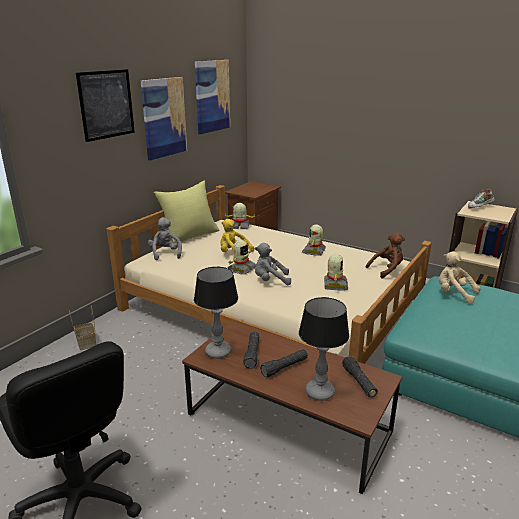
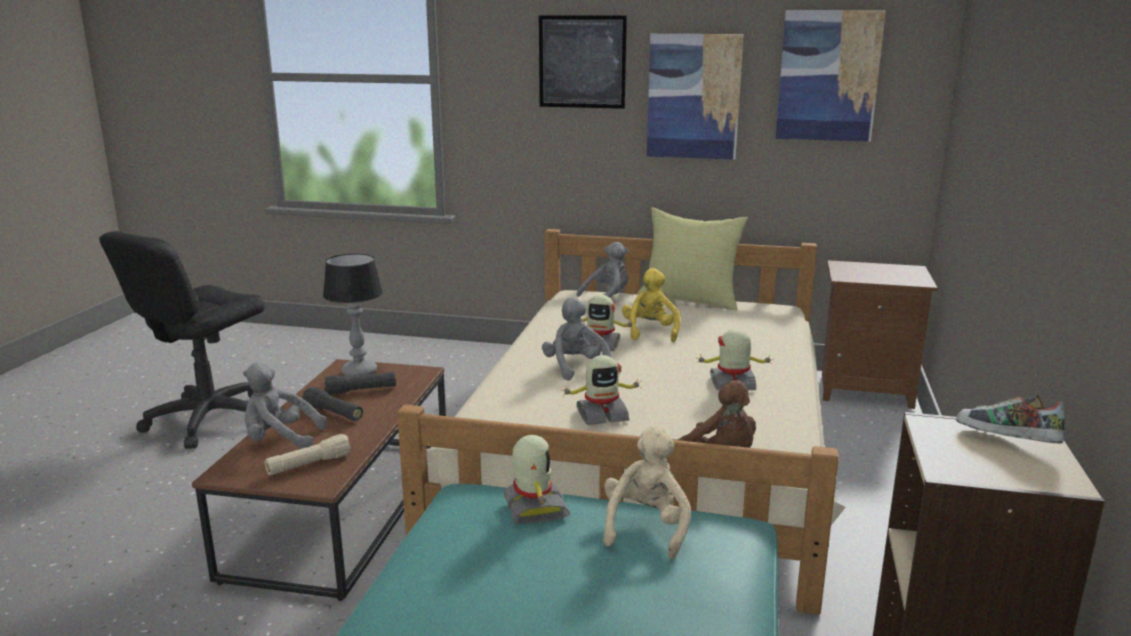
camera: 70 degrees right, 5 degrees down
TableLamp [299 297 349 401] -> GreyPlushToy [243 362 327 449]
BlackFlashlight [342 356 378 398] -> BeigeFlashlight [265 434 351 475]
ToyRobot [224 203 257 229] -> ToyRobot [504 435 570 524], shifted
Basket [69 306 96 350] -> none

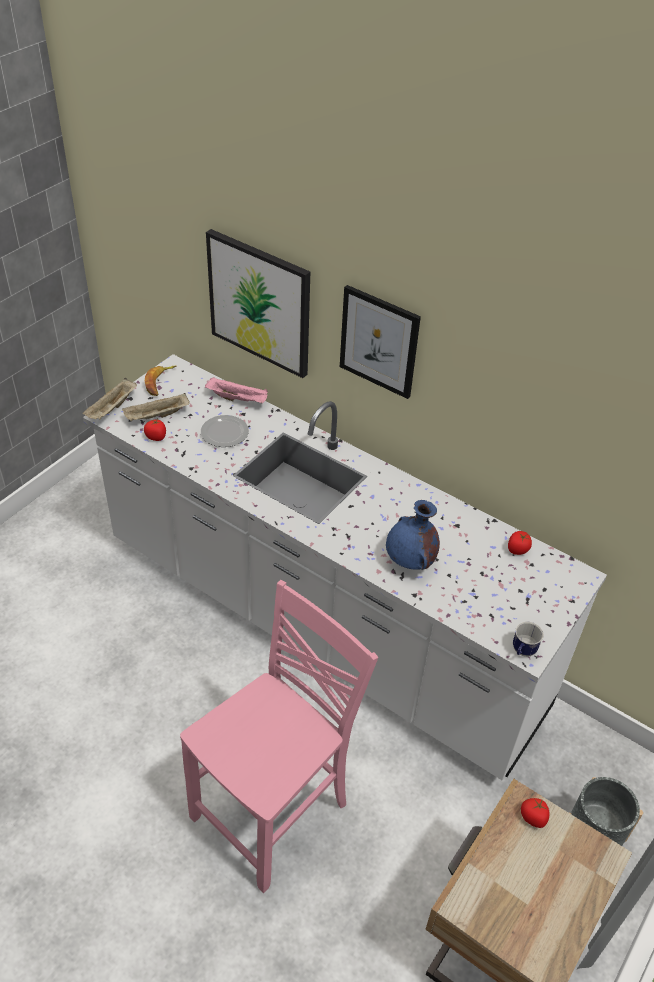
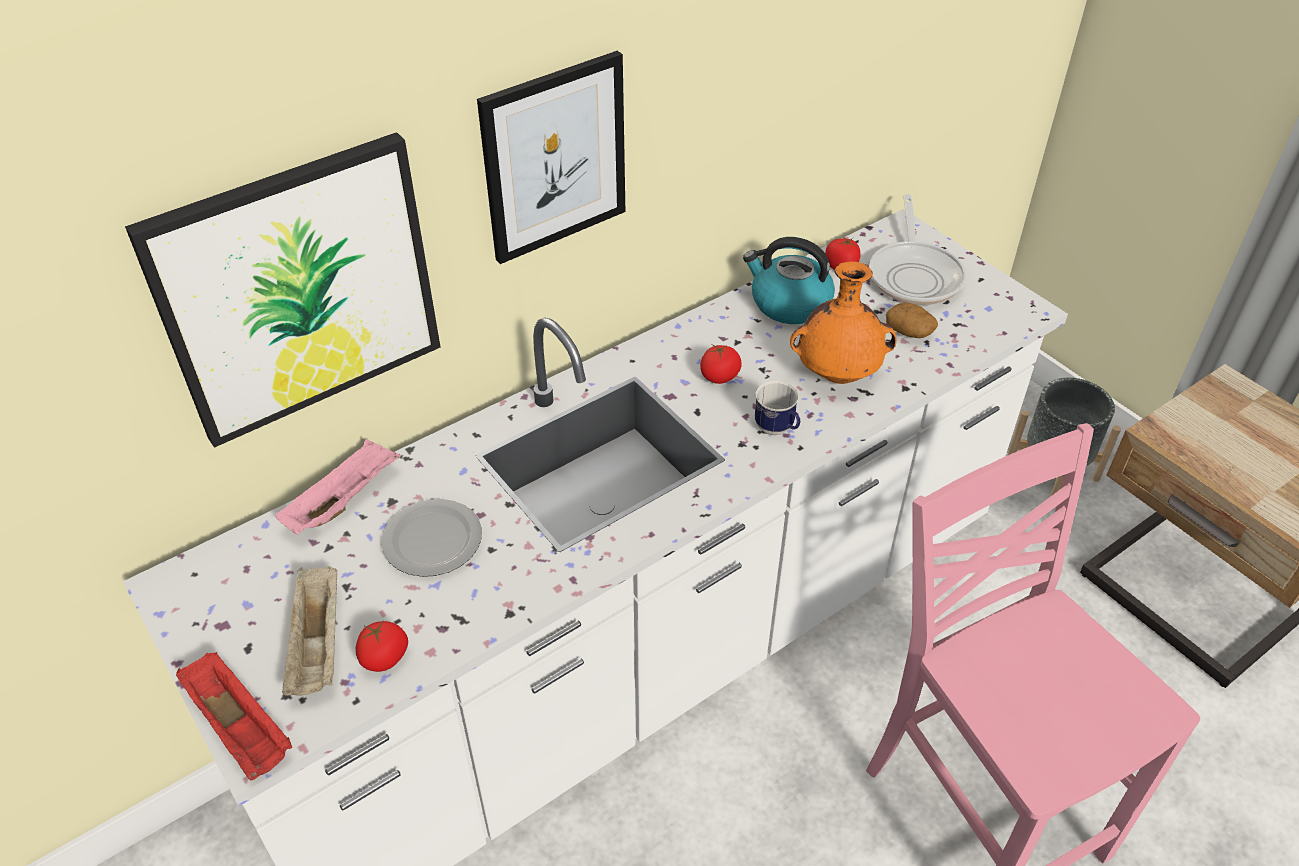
camera: 70 degrees left, 0 degrees up
BeigeTray [83 378 137 420] -> RedTray [176 652 292 780]
Tomato [521 798 550 828] -> Tomato [700 345 742 384], shifted
none -> Kettle [743 237 835 324]
Mug [513 622 544 657] -> Mug [755 380 800 435], shifted
BlueVase [386 500 440 570] -> OrangeVase [790 261 897 384]
none -> FryingPan [869 194 966 305]
none -> Potato [886 303 938 338]
Banana [145 366 176 396] -> none

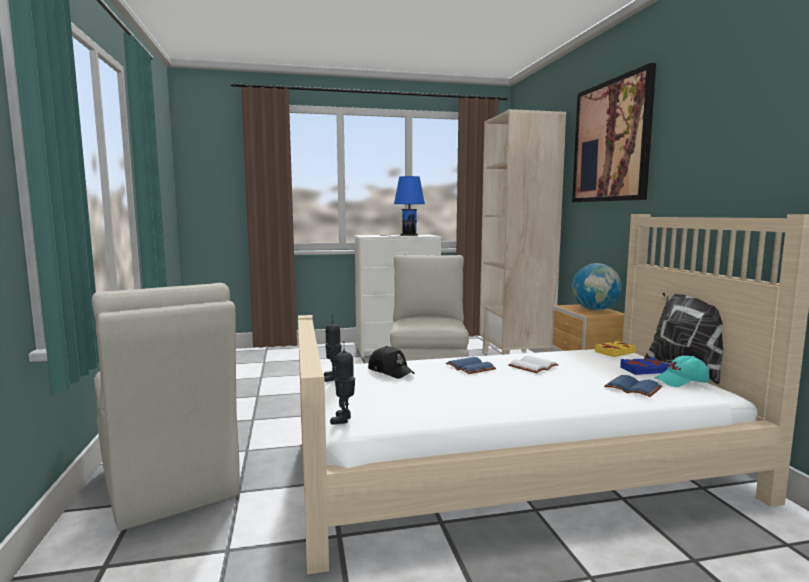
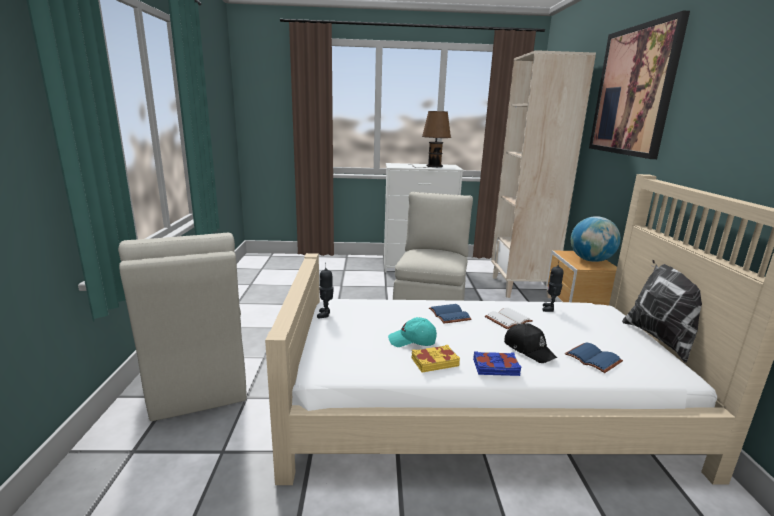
camera: 10 degrees right, 10 degrees up
TurquoiseCap [655 356 710 387] -> TurquoiseCap [388 317 437 347], shifted
YellowBook [595 341 636 357] -> YellowBook [412 345 460 372], shifted
BlueTableLamp [386 176 425 236] -> BrownTableLamp [416 111 451 168]
BlueBook [620 357 670 375] -> BlueBook [473 351 522 376], shifted
BlackCap [368 346 415 379] -> BlackCap [504 323 557 363], shifted
ToyRobot [330 341 355 425] -> ToyRobot [542 260 563 312], shifted

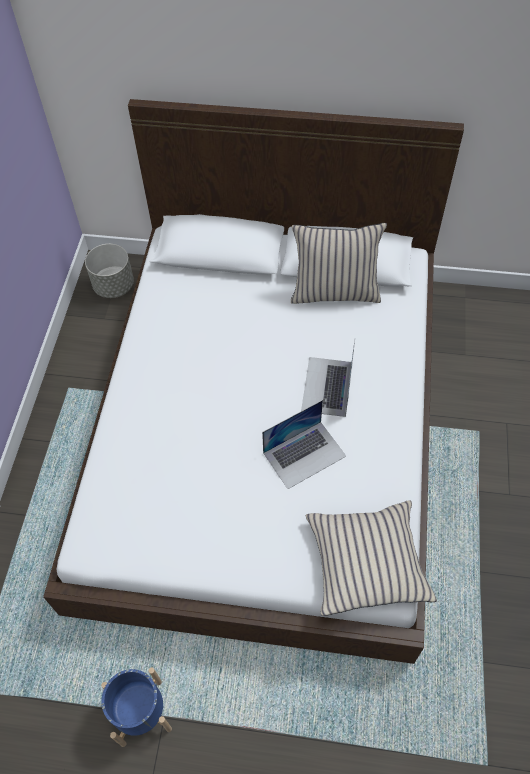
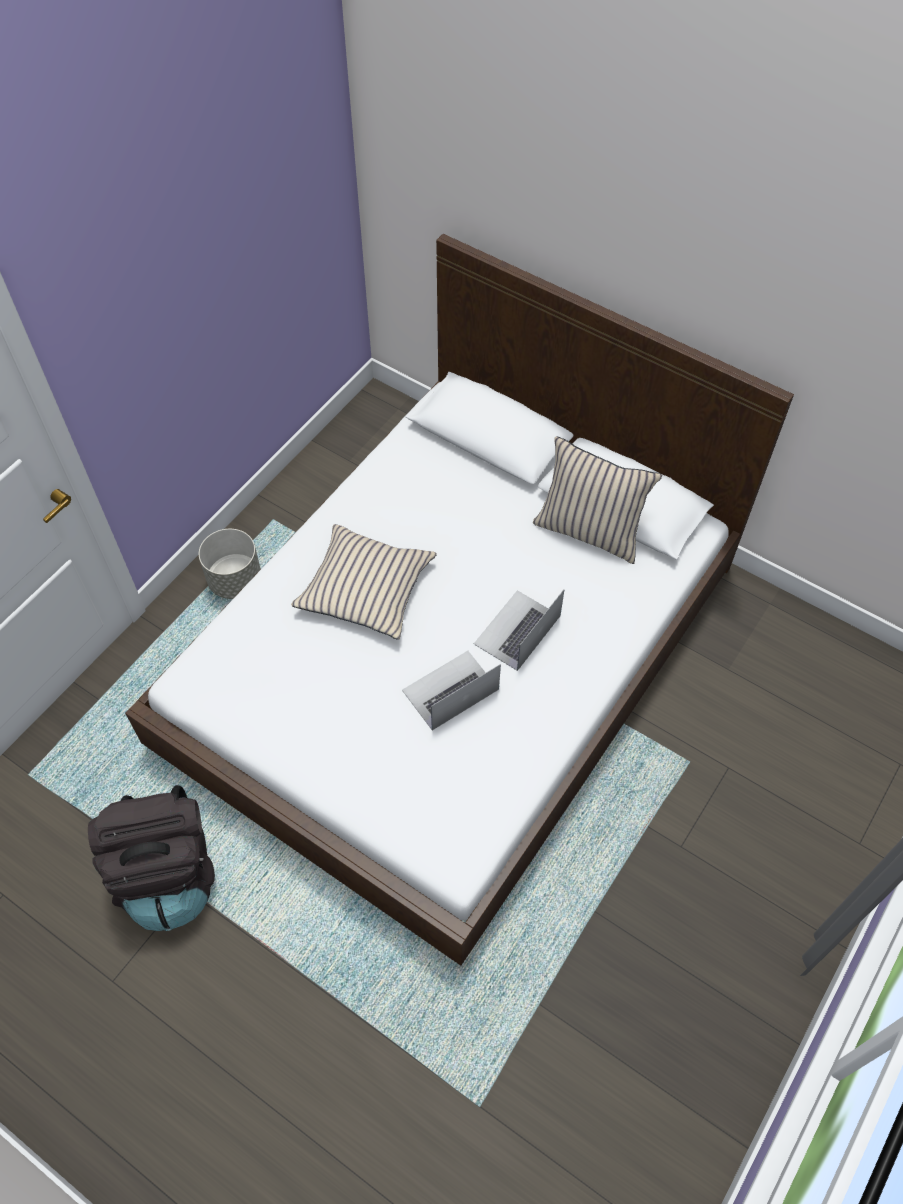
camera: 25 degrees right, 0 degrees up
BluePlanter [101 667 172 747] -> BlackBackpack [88 785 215 931]
GreyPlanter [85 244 134 298] -> GreyPlanter [199 529 261 599], shifted
BeigePillow [306 500 437 616] -> BeigePillow [291 524 437 640], shifted
Laptop [262 400 346 489] -> Laptop [402 651 501 730], 150 degrees clockwise

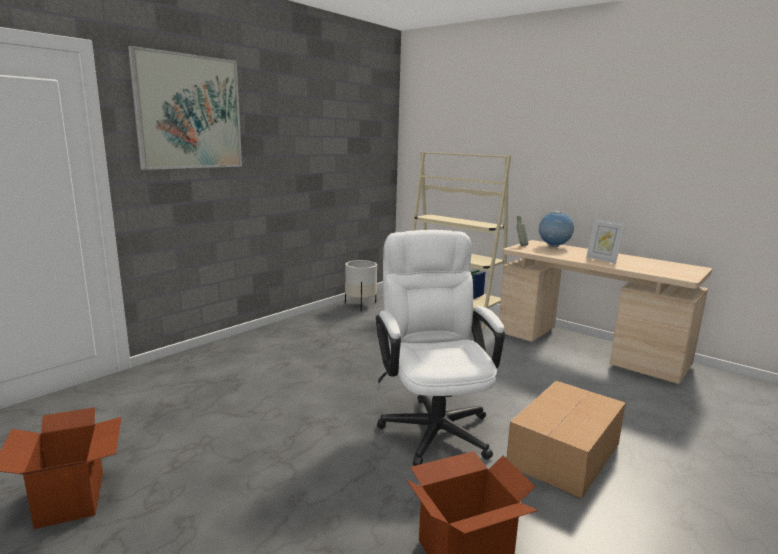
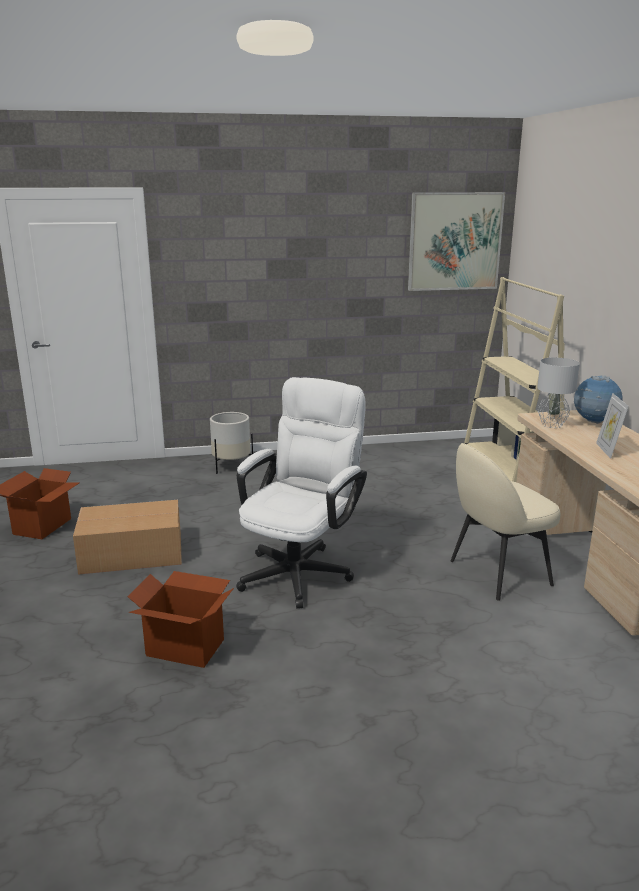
camera: 40 degrees right, 5 degrees up
CardboardBox [507 381 626 499] -> CardboardBox [73 500 182 575], shifted
WhitePlanter [345 260 377 311] -> WhitePlanter [210 412 253 474], shifted
Picture [128 46 242 170] -> Picture [408 192 505 291], shifted
none -> BeigeChair [451 443 561 601]
none -> GreyTableLamp [537 358 580 428]

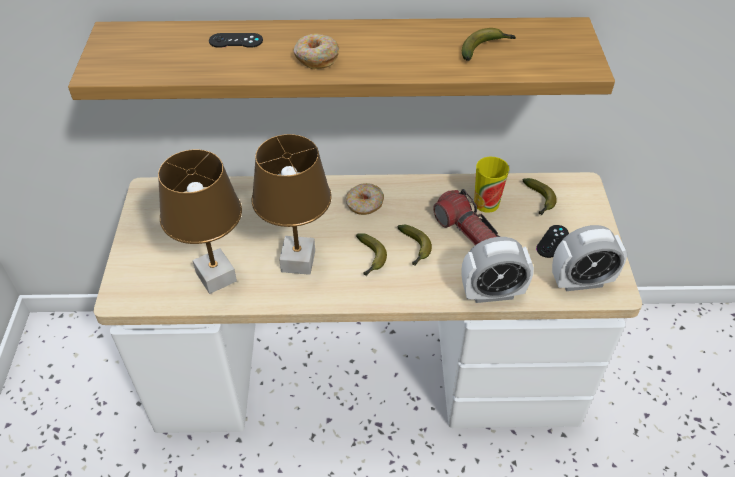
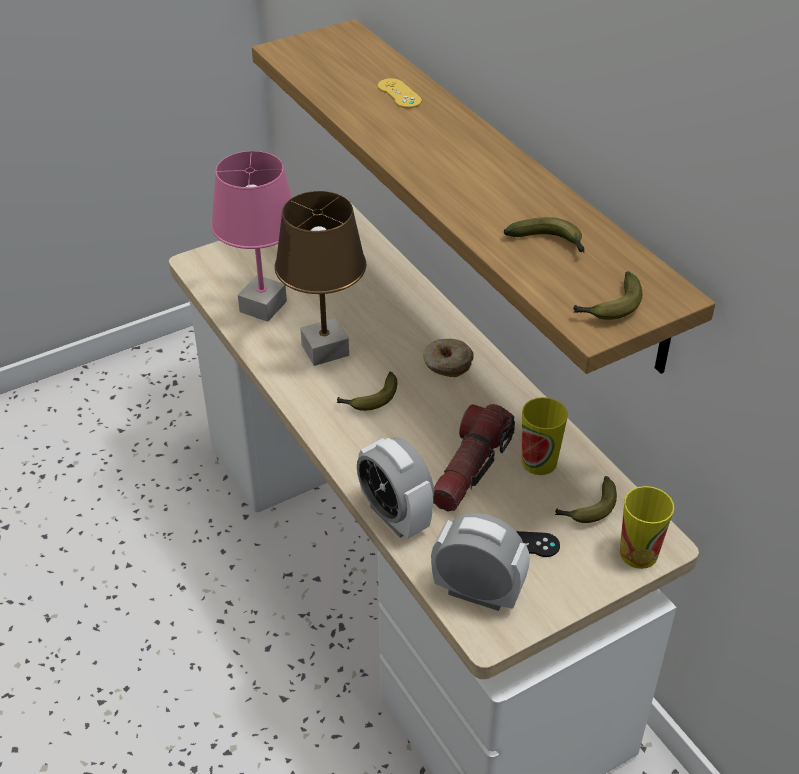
camera: 60 degrees right, 5 degrees down
BrownTableLamp [158 149 242 294] -> PinkTableLamp [211 151 292 322]
BlackGameController [209 33 263 48] -> YellowGameController [378 78 422 108]
AlarmClock [552 225 627 291] -> AlarmClock [431 513 530 611], 150 degrees clockwise
Banana [397 225 432 266] -> Banana [573 271 642 320], shifted
none -> Cup [620 486 674 569]
Donut [294 34 339 69] -> none

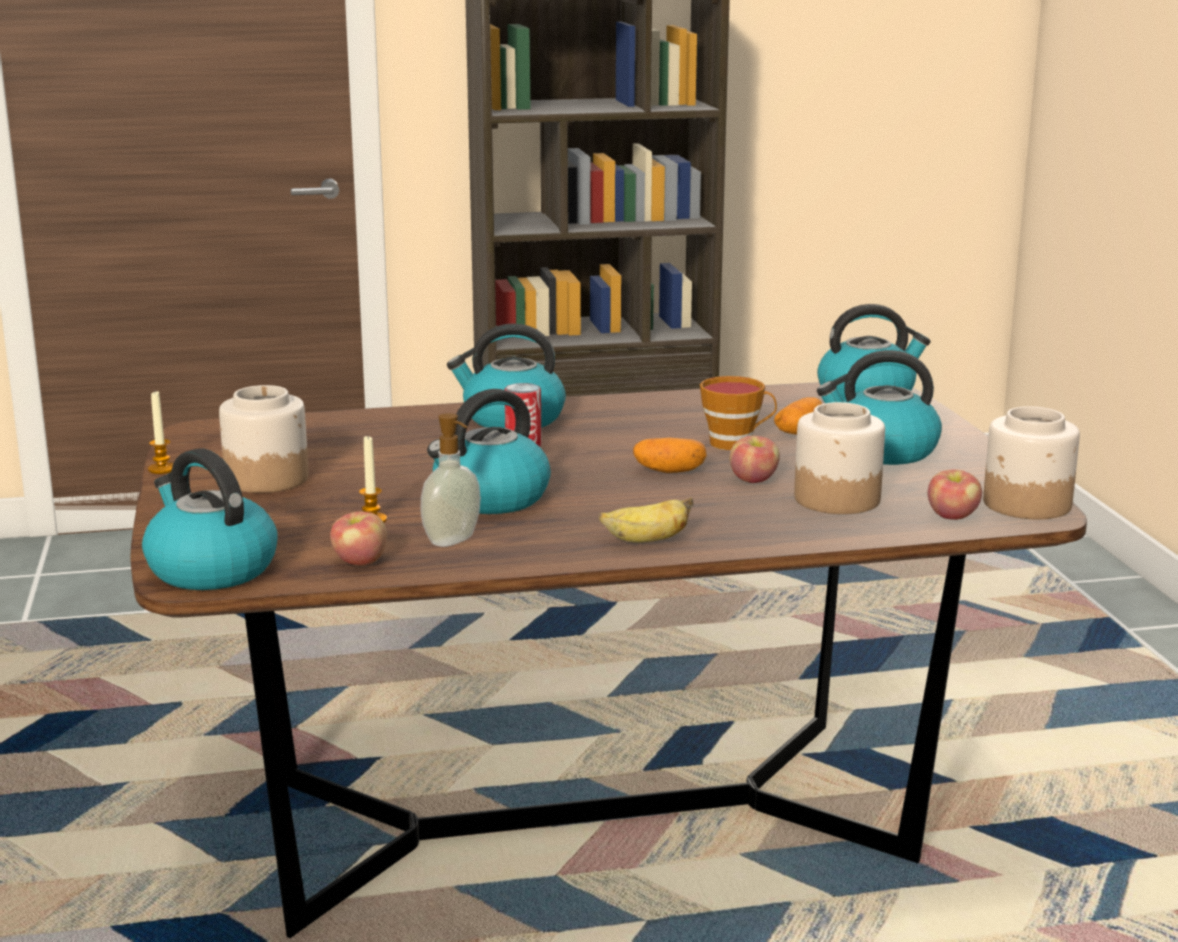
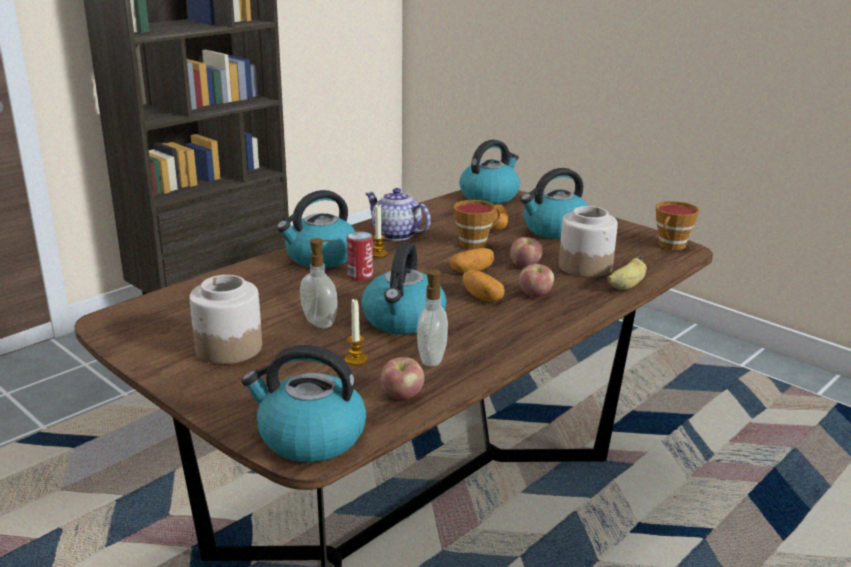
camera: 35 degrees left, 5 degrees up
none -> SoapDispenser [300 238 338 328]
none -> Teapot [365 188 431 241]
Candle [148 392 174 474] -> Candle [372 205 388 258], shifted
none -> Potato [463 270 505 302]
Apple [928 469 982 520] -> Apple [519 264 554 297], shifted
Banana [599 497 693 543] -> Banana [607 255 647 290], shifted
Jar [983 406 1080 519] -> Cup [656 201 699 250]

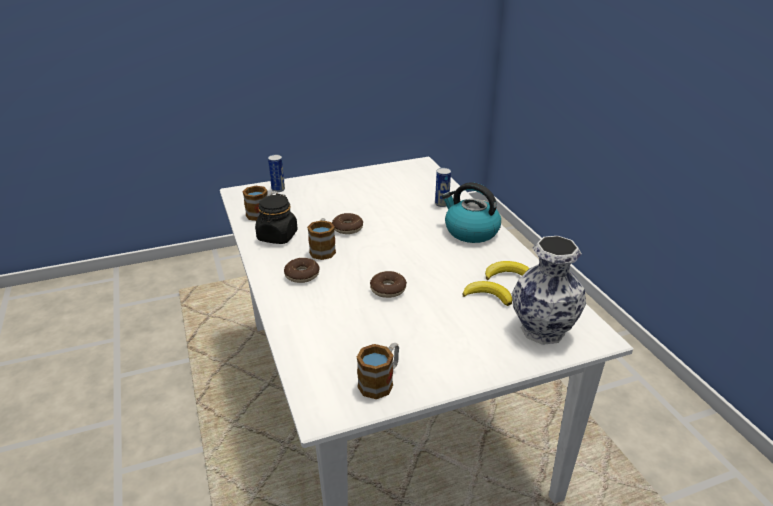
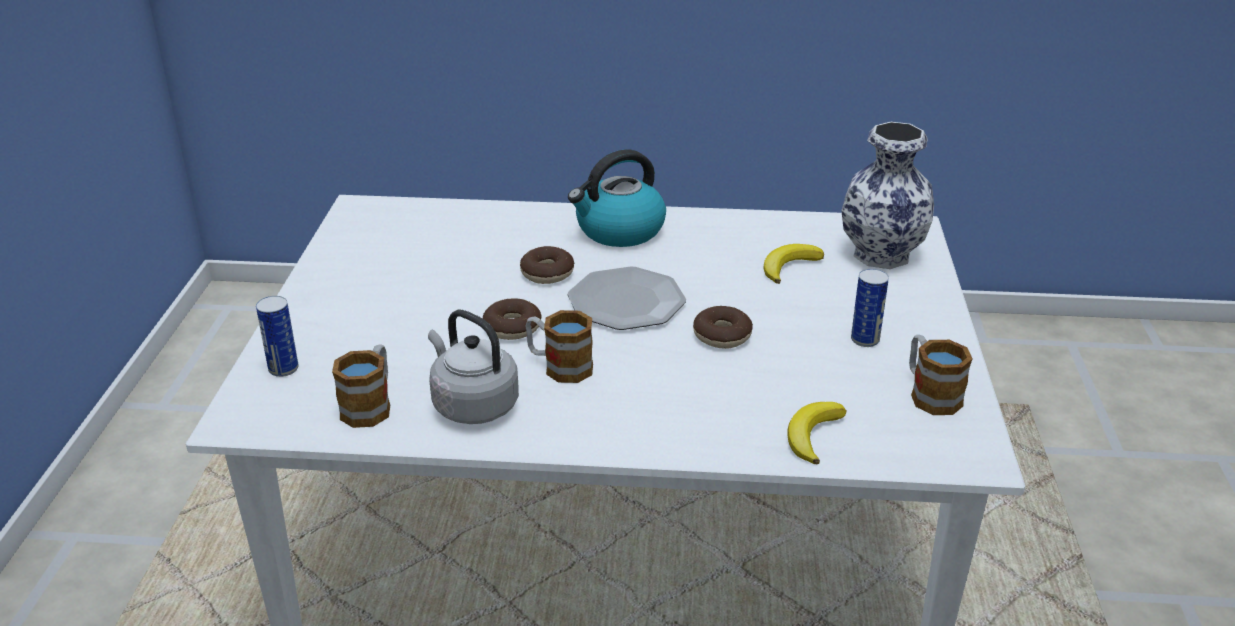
camera: 65 degrees left, 0 degrees up
BlackJar [255 194 298 244] -> GreyKettle [428 310 519 424]
Donut [284 258 319 283] -> Donut [520 246 574 284], shifted
none -> Plate [568 266 686 330]
Banana [485 261 529 280] -> Banana [787 402 847 464], shifted
Can [435 168 451 207] -> Can [851 269 889 347], shifted

